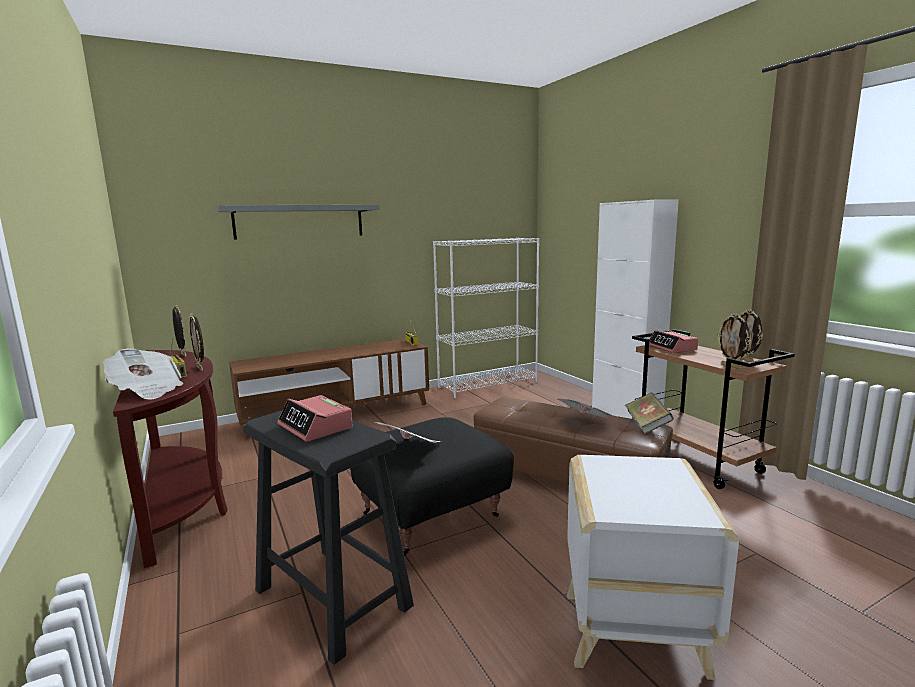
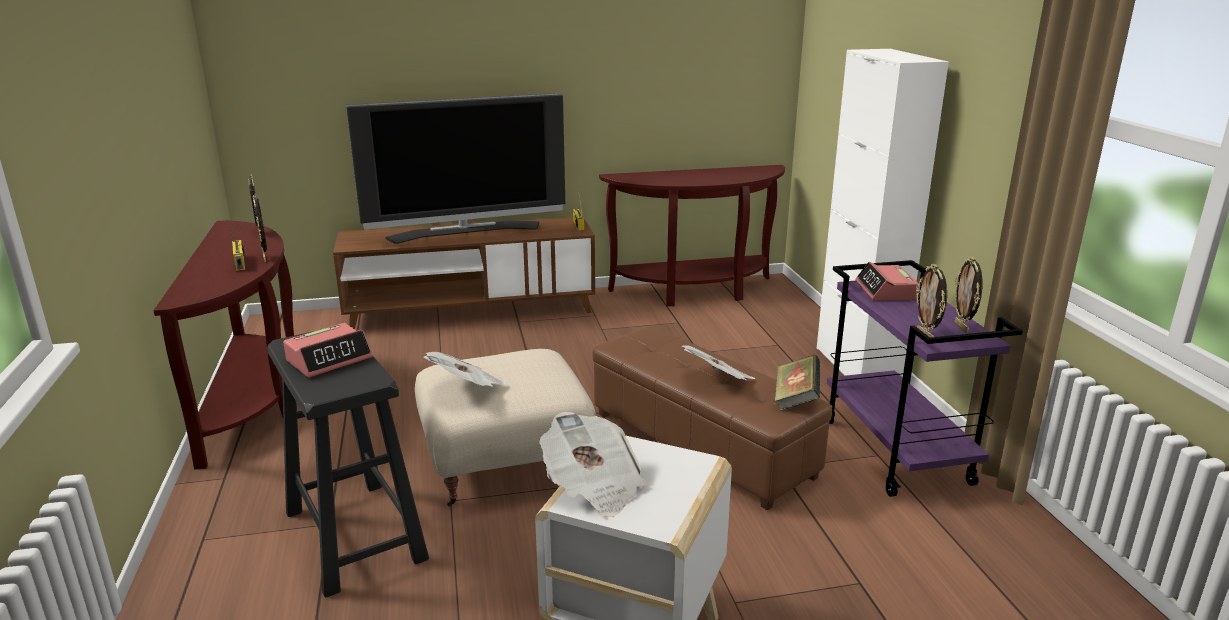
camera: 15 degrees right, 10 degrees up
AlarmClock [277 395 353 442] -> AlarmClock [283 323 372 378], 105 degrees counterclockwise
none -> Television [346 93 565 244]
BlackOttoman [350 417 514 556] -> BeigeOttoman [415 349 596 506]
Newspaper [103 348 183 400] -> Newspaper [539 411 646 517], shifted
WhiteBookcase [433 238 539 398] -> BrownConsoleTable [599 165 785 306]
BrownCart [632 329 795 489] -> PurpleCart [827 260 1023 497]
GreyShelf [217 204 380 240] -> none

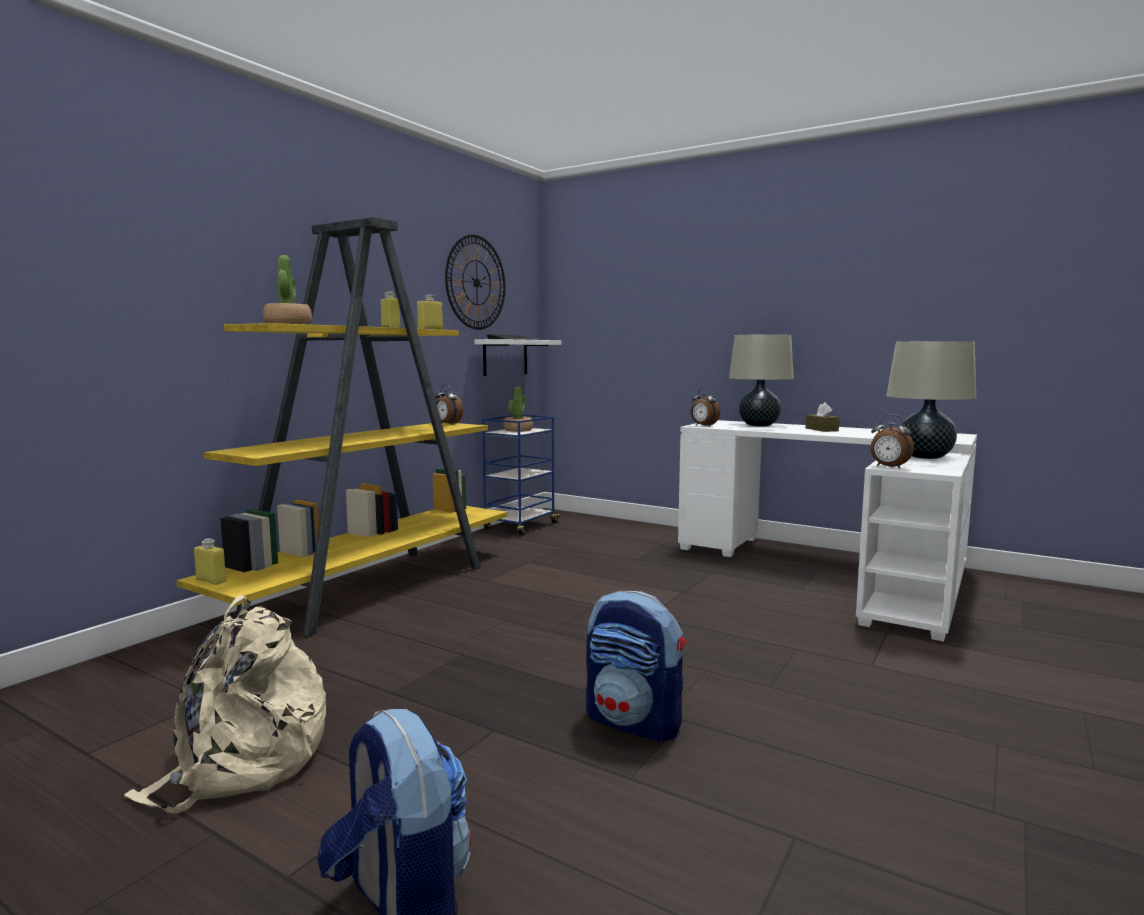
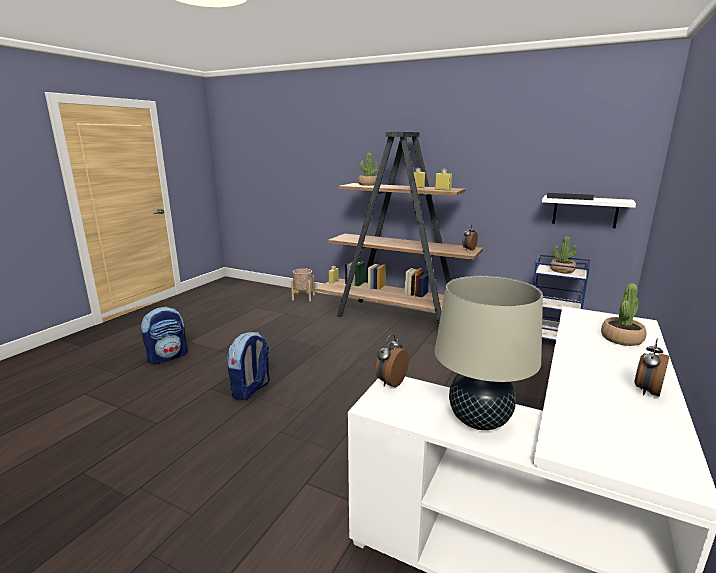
camera: 85 degrees right, 10 degrees up
none -> BeigePlanter [291 268 315 301]
YellowBookcase [177 217 508 638] -> BrownBookcase [316 132 483 326]
BeigeTableLamp [729 334 794 427] -> PottedPlant [601 283 646 346]
AlarmClock [691 388 720 427] -> AlarmClock [634 339 669 397], shifted
BeigeBackpack [123 594 326 814] -> none
WallClock [445 235 505 330] -> none
BrownTissueBox [806 402 839 432] -> none

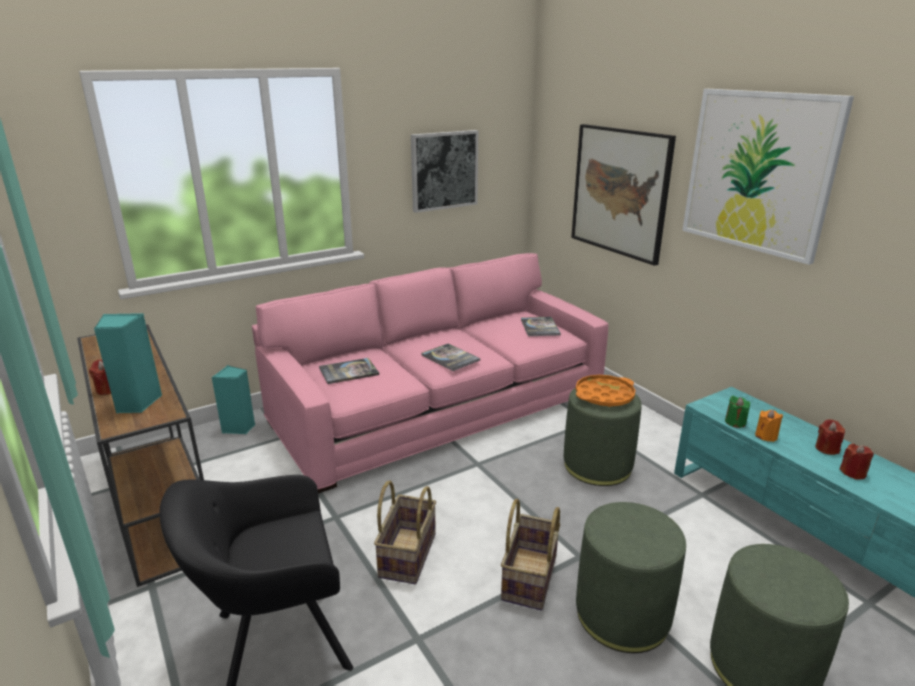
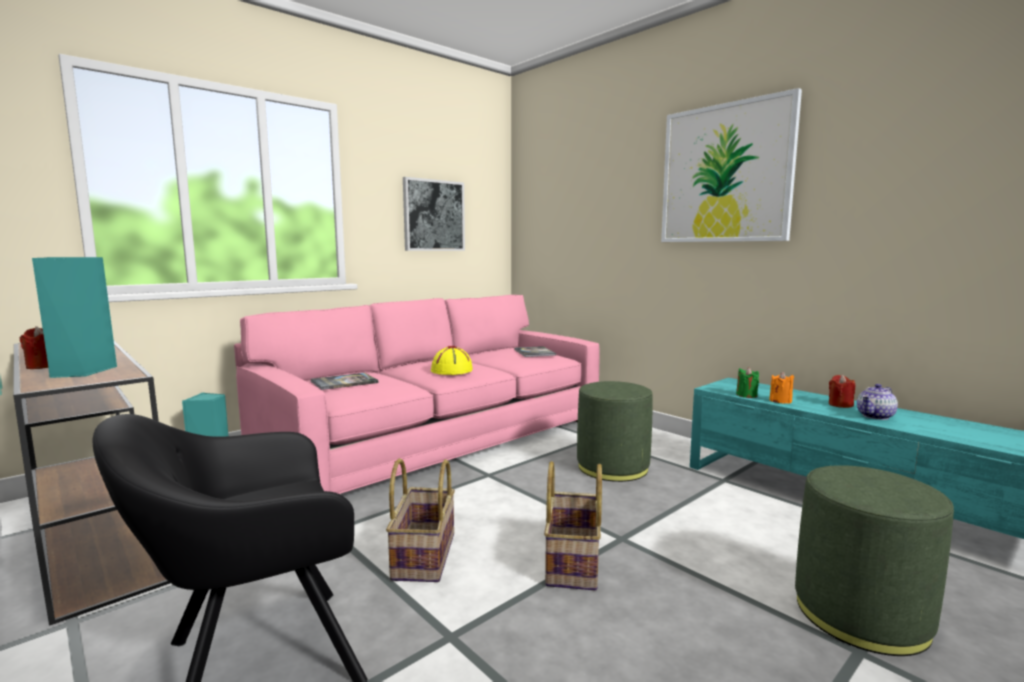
camera: 10 degrees left, 15 degrees down
Book [422 343 480 371] -> YellowHat [431 346 473 375]
RedCandle [840 444 874 480] -> Teapot [857 384 898 420]
Picture [571 124 676 266] -> none
OrangeTray [576 375 635 407] -> none
GreenOttoman [576 502 686 653] -> none

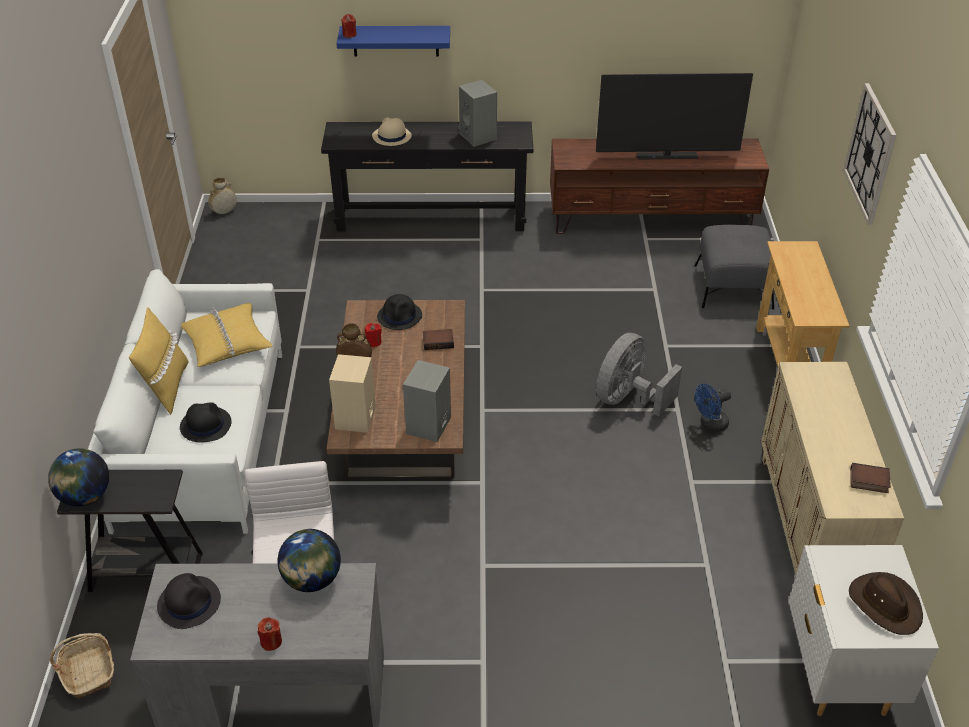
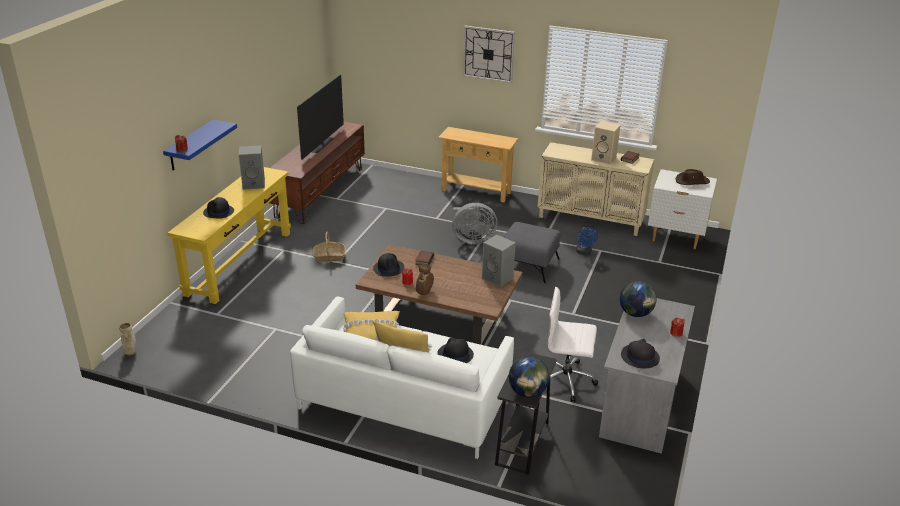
camera: 70 degrees left, 10 degrees down
BlackConsoleTable [321 121 533 232] -> YellowConsoleTable [167 167 291 304]
BeigeHat [372 117 412 146] -> BlackHat [203 197 234 219]
Basket [50 633 114 698] -> Basket [312 231 346 262], shifted
GreyFan [596 333 682 417] -> GreyFan [452 203 498 244], 60 degrees counterclockwise
GreyOttoman [694 225 774 310] -> GreyOttoman [504 222 560 283], shifted
BlueFan [695 384 731 432] -> BlueFan [576 227 598 255], shifted
BeigeSpeaker [329 354 376 433] -> BeigeSpeaker [591 121 621 165], shifted

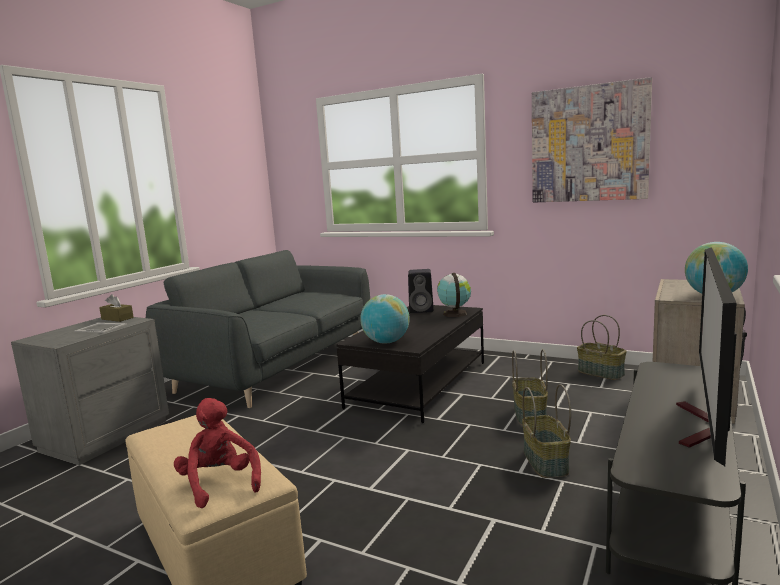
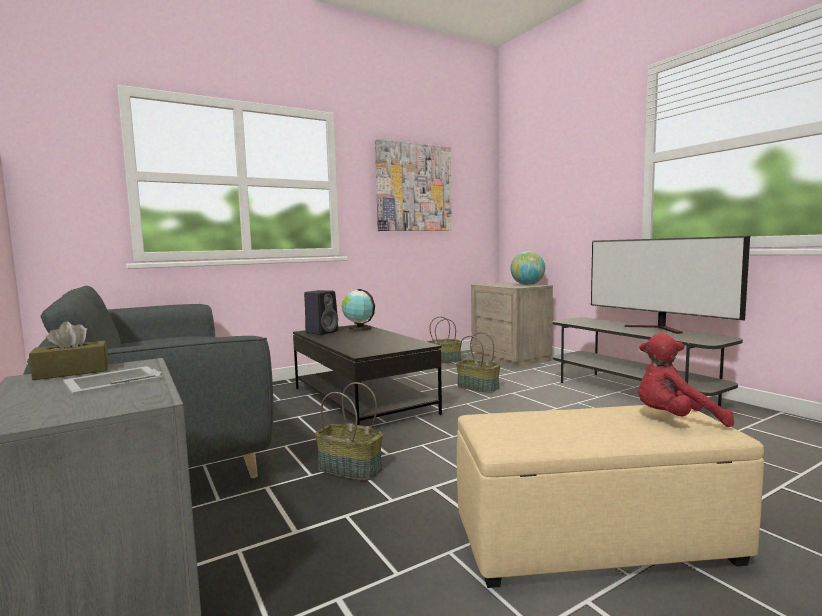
camera: 60 degrees left, 5 degrees down
Basket [522 384 571 478] -> Basket [315 382 383 481], shifted
Globe [360 294 410 344] -> none

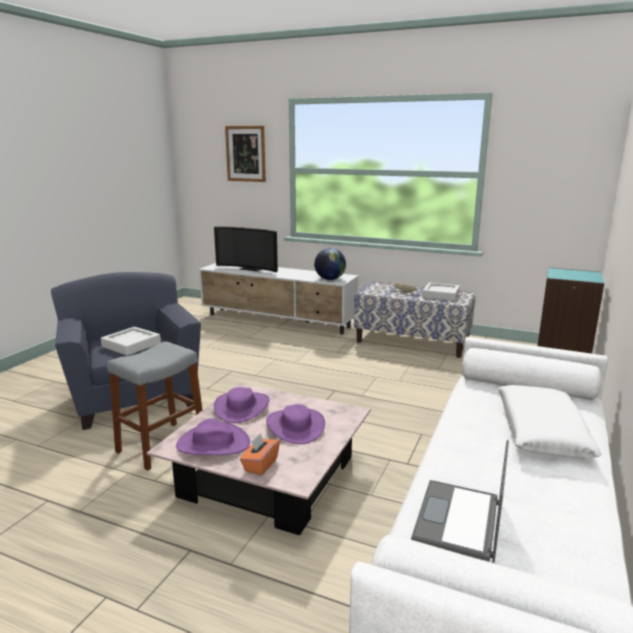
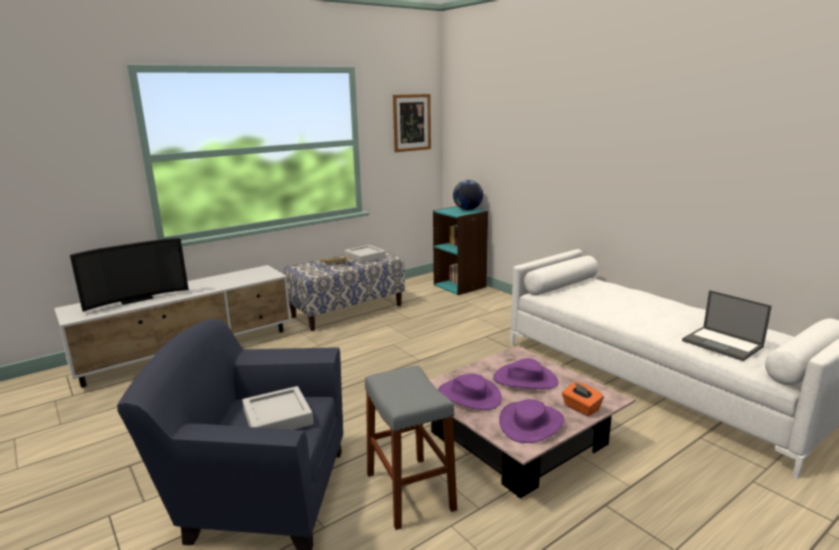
camera: 60 degrees left, 0 degrees up
Picture [225 126 266 182] -> Picture [393 94 431 152], shifted
Globe [314 248 346 280] -> Globe [453 180 483 210], shifted
WhitePillow [498 385 602 458] -> none

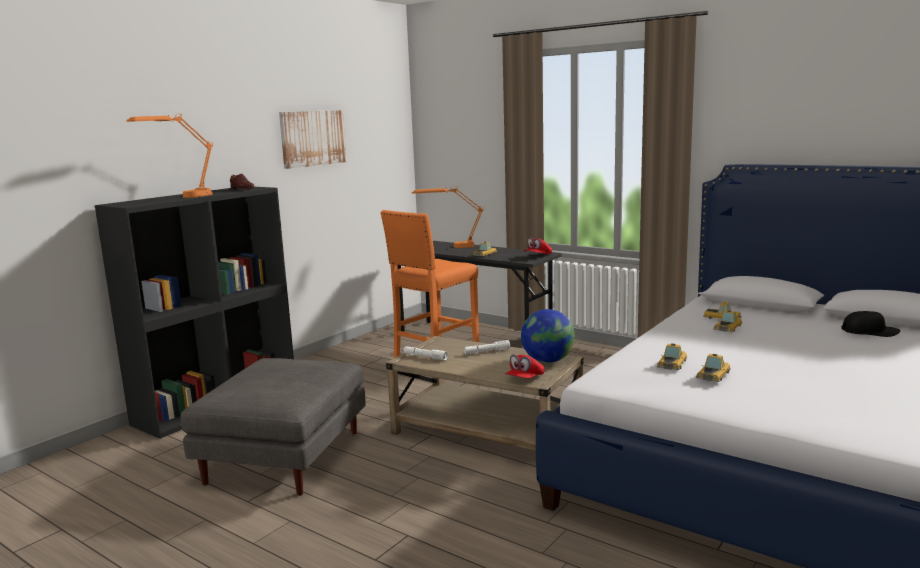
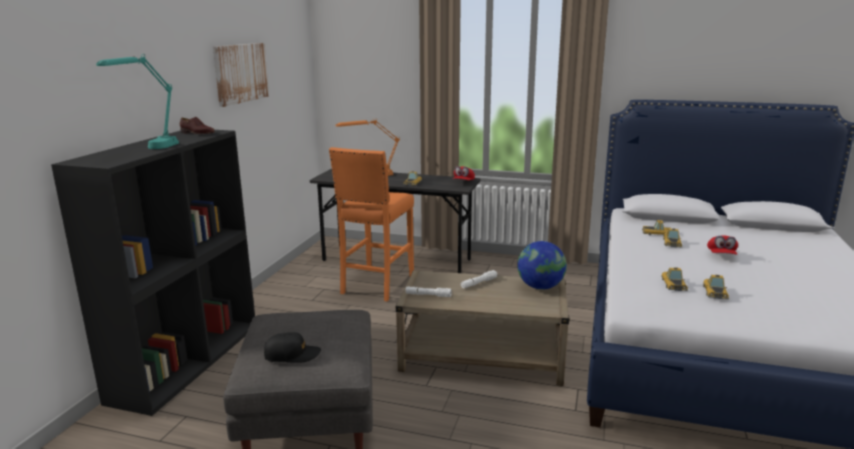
camera: 20 degrees left, 5 degrees up
OrangeTableLamp [127 114 213 198] -> TurquoiseTableLamp [96 54 179 149]
BlackCap [841 311 900 337] -> BlackCap [264 332 321 363], shifted
RedCap [505 354 545 379] -> RedCap [707 235 738 255], shifted

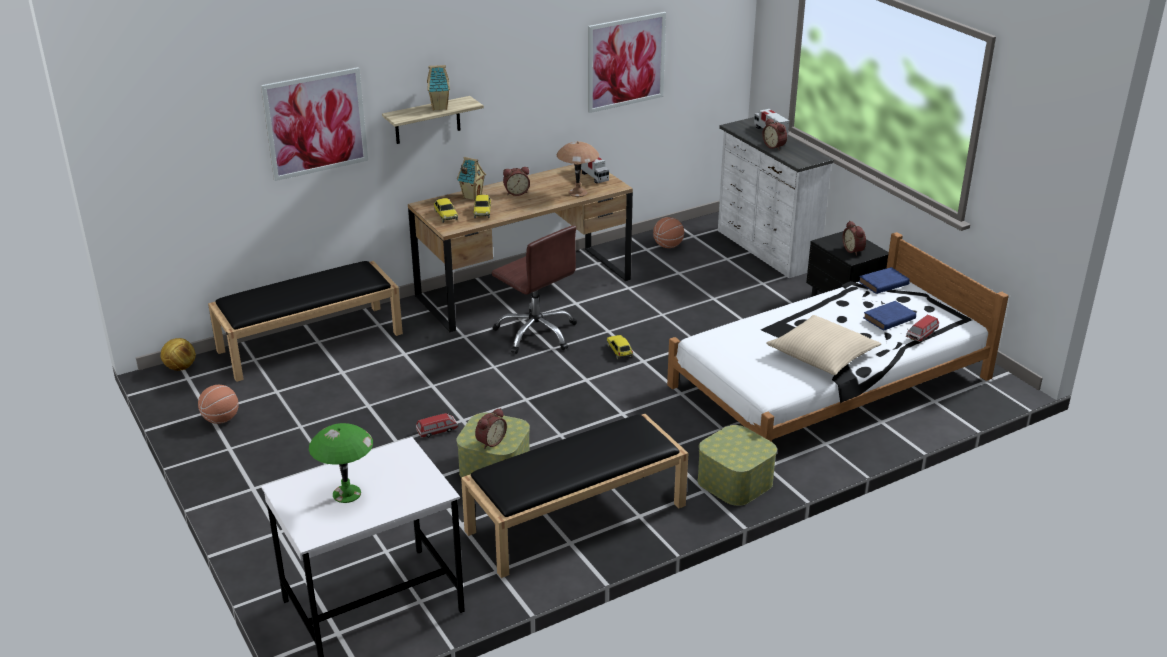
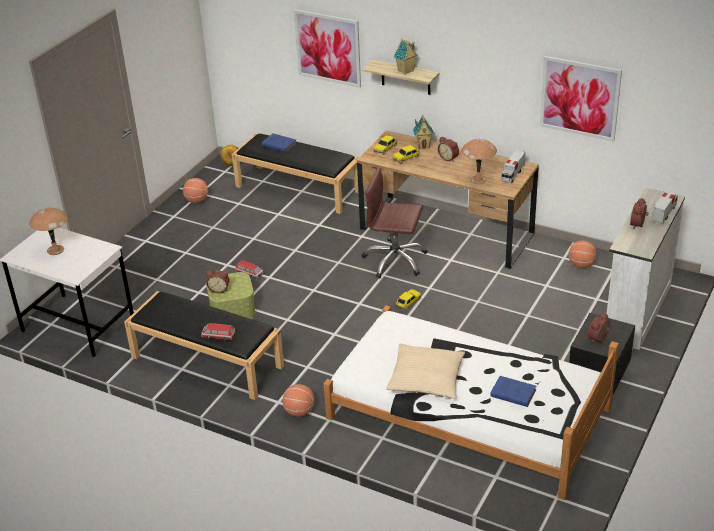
camera: 60 degrees right, 5 degrees up
GreenTableLamp [309 423 373 503] -> BrownTableLamp [29 208 68 255]
ToyCar [906 314 939 342] -> ToyCar [201 323 235 340], shifted
BlueBook [859 267 910 294] -> BlueBook [262 133 297 152], shifted
StorageBox [697 425 777 506] -> Basketball [283 384 314 417]
BrownOfficeChair [492 225 577 354] -> BrownOfficeChair [362 168 427 279], 90 degrees clockwise

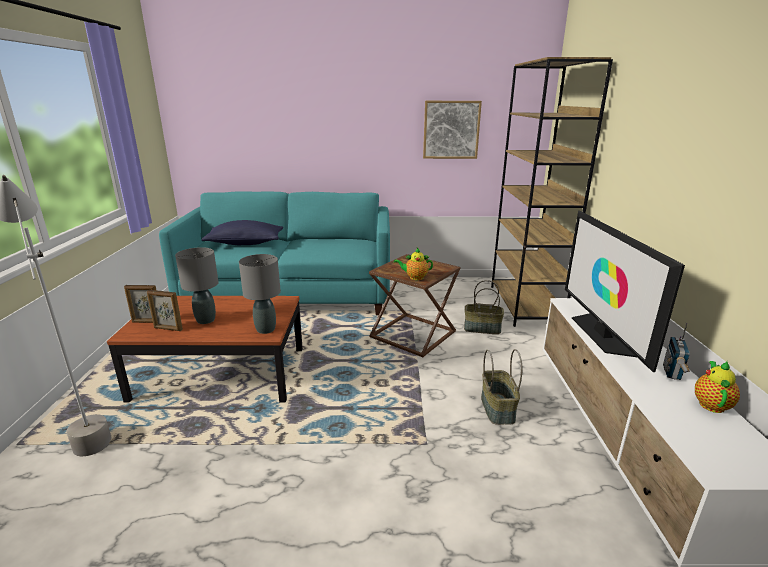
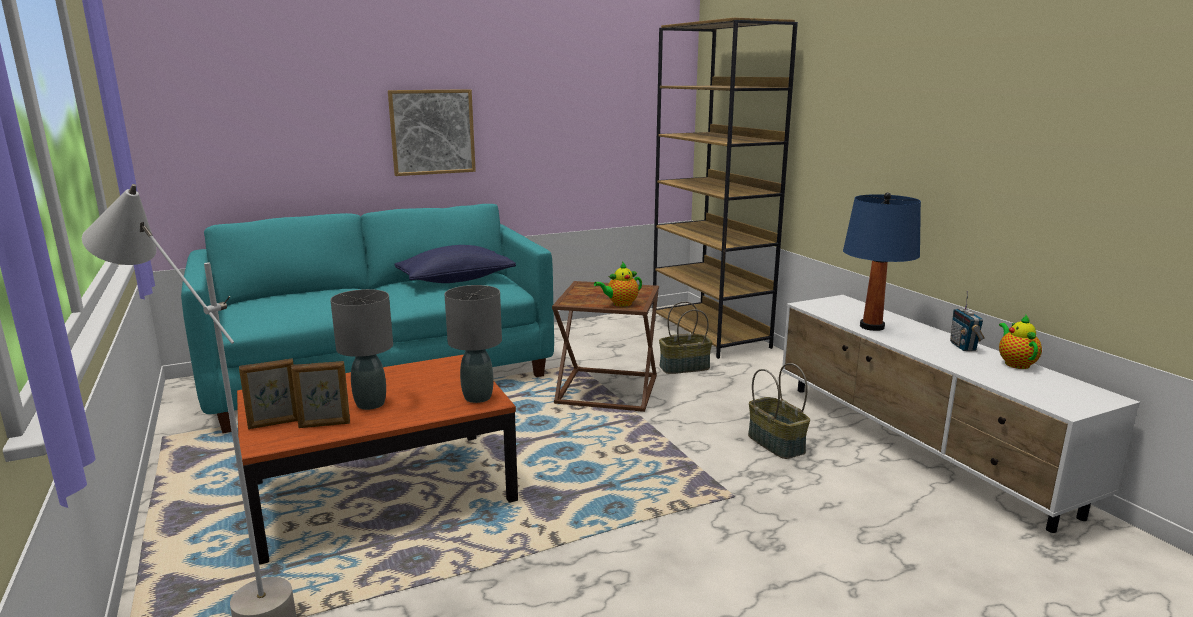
camera: 25 degrees left, 5 degrees down
Picture [423 101 482 159] -> Picture [388 89 476 176], shifted
BluePillow [202 220 283 245] -> BluePillow [394 245 516 283], shifted
Television [565 211 685 372] -> BlueTableLamp [843 192 921 331]

